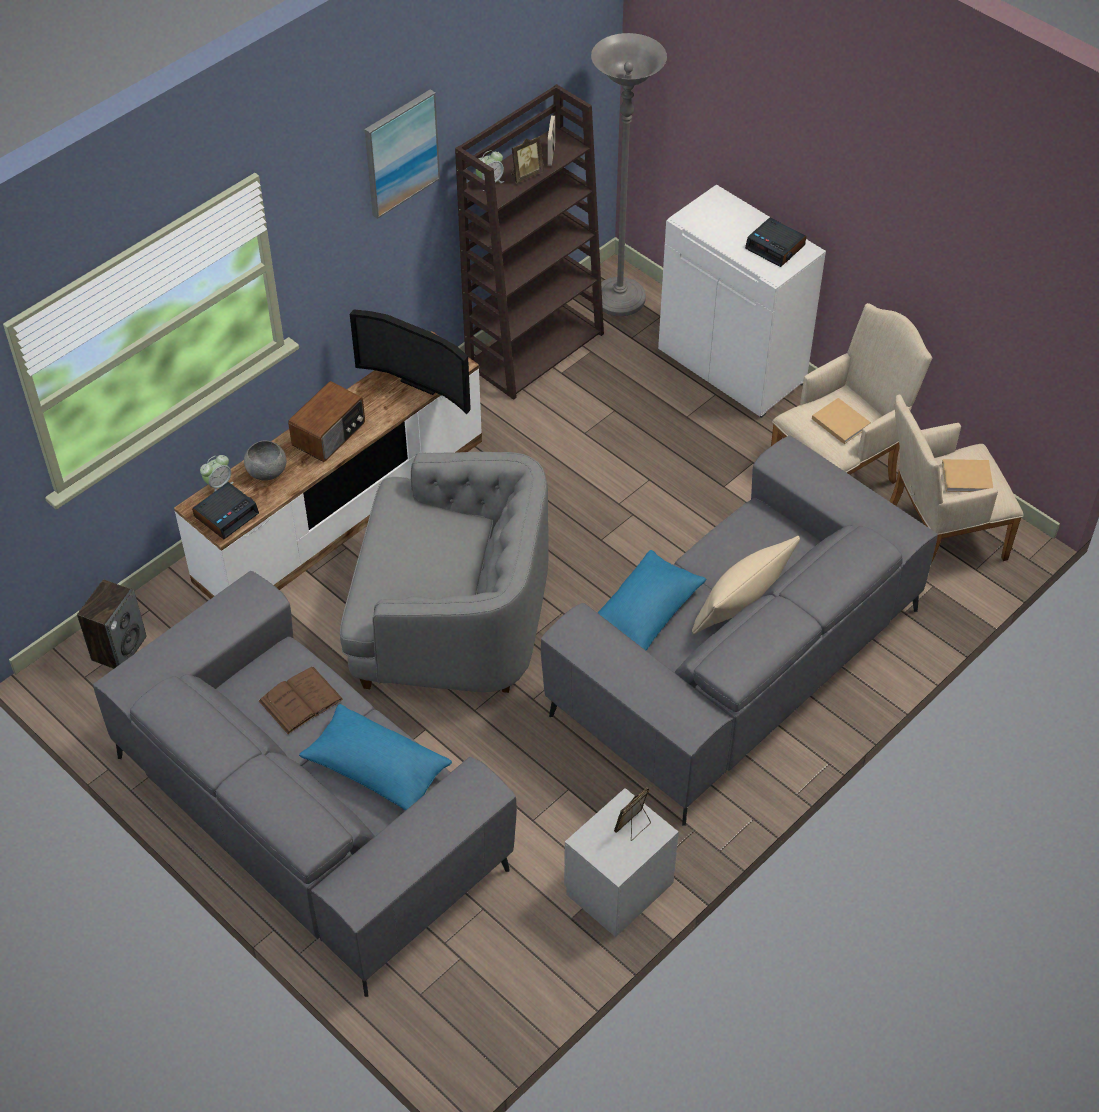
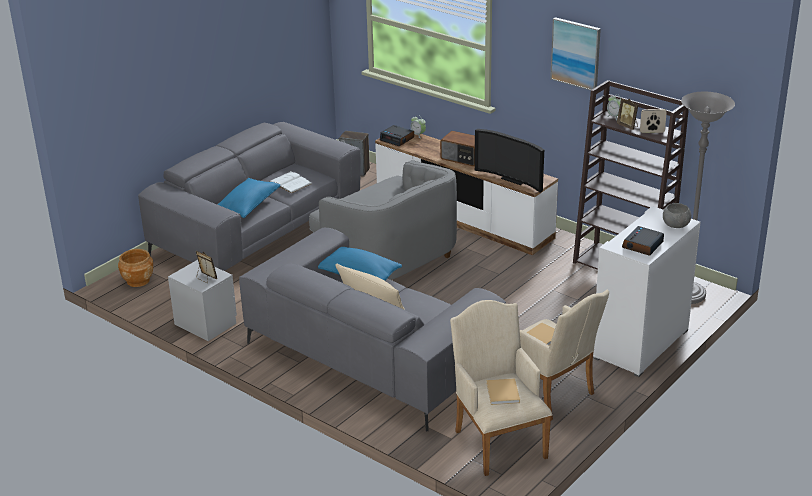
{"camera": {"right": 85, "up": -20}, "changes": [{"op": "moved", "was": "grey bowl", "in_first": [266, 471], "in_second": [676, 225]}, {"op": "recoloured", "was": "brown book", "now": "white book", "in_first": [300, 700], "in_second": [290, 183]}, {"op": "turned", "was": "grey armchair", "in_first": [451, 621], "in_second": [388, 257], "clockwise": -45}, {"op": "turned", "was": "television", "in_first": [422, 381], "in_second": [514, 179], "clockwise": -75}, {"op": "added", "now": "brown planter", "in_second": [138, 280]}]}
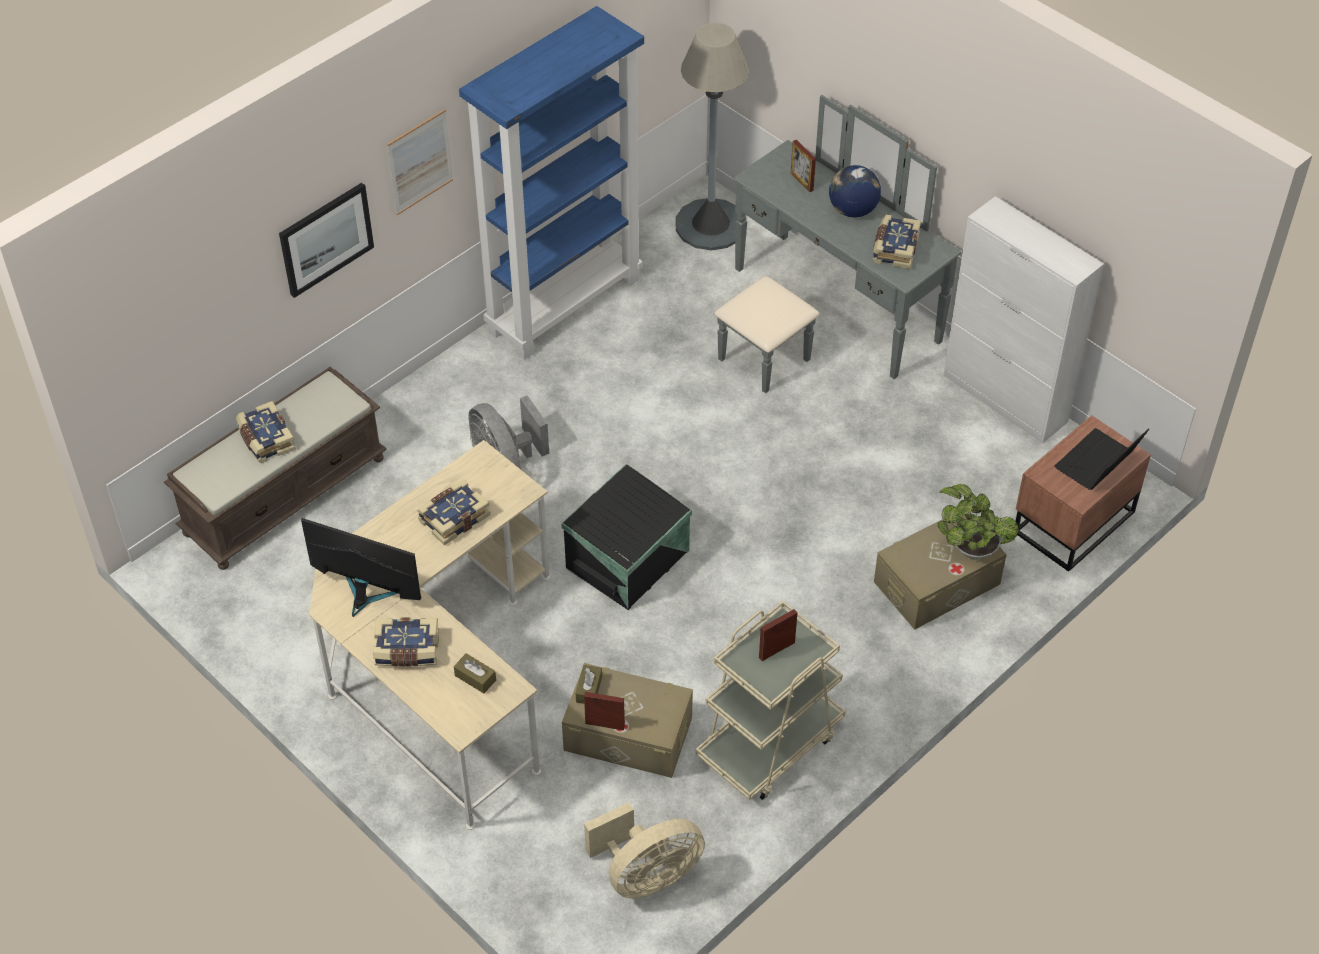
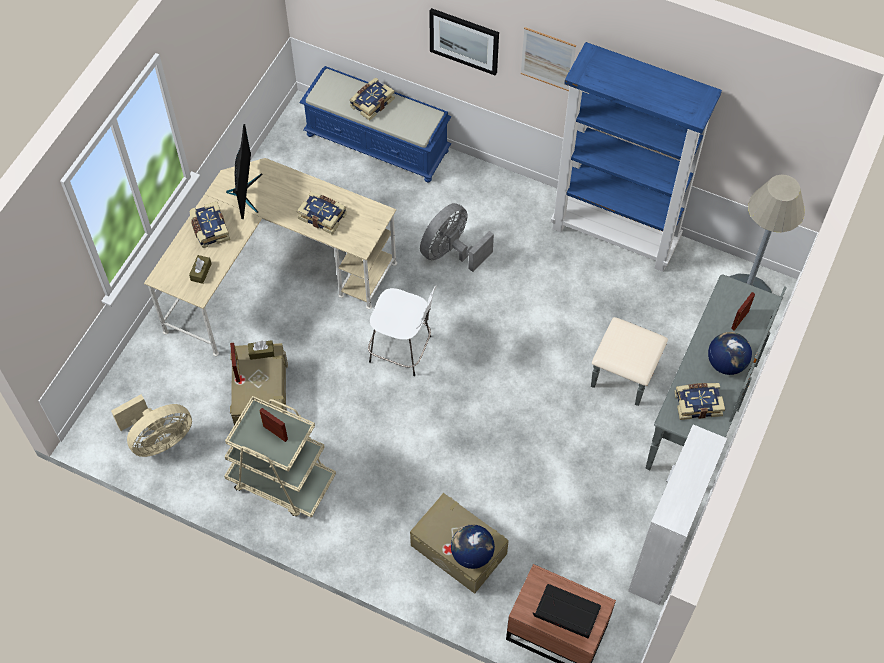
{"camera": {"right": 70, "up": 10}, "changes": [{"op": "recoloured", "was": "brown bench", "now": "blue bench", "in_first": [285, 494], "in_second": [378, 142]}, {"op": "replaced", "was": "black storage box", "now": "white stool", "in_first": [630, 559], "in_second": [402, 350]}, {"op": "turned", "was": "beige fan", "in_first": [646, 875], "in_second": [159, 439], "clockwise": -75}, {"op": "replaced", "was": "potted plant", "now": "globe", "in_first": [971, 547], "in_second": [471, 554]}]}
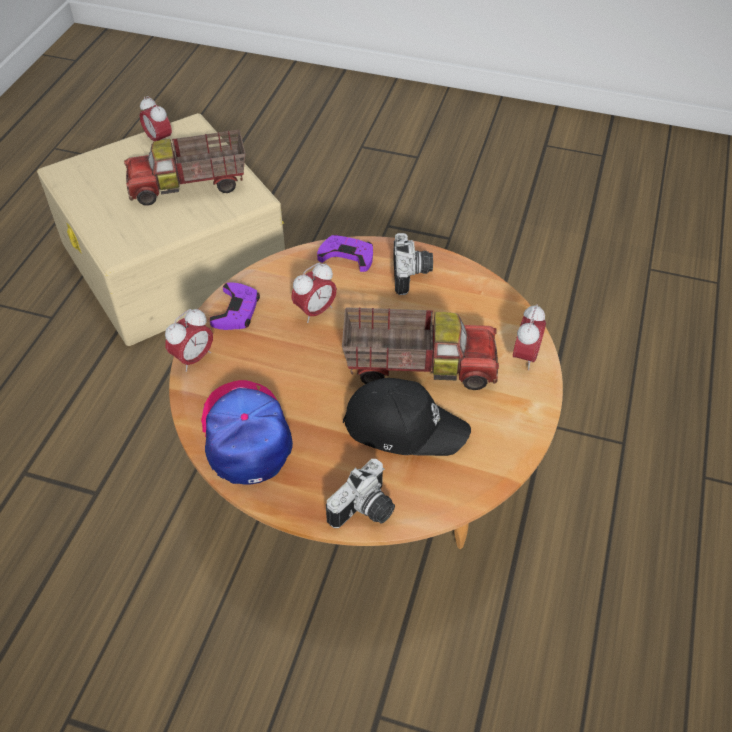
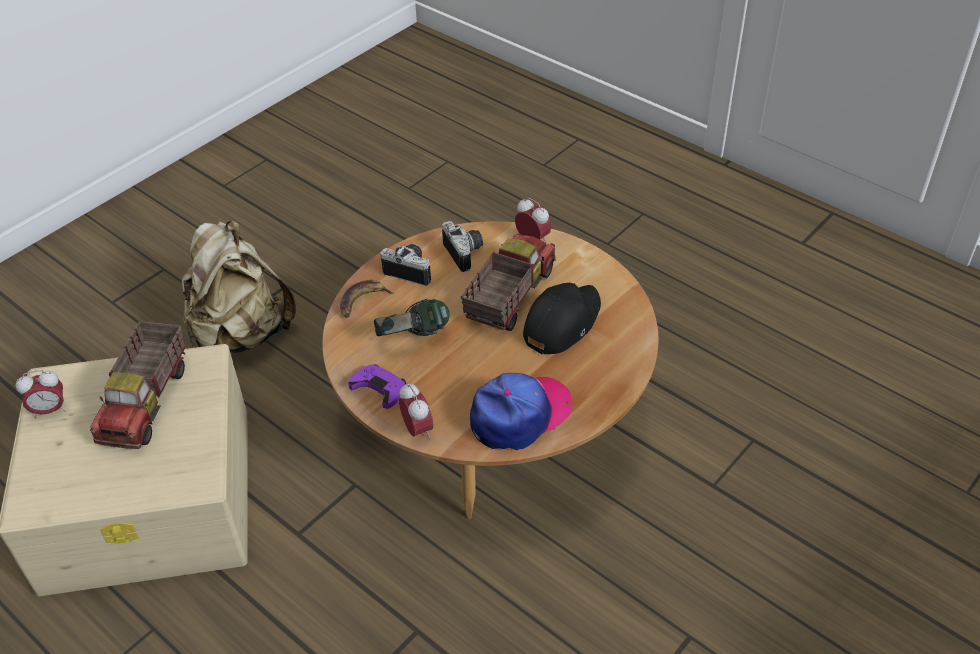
{"camera": {"right": -65, "up": -5}, "changes": [{"op": "turned", "was": "cap", "in_first": [246, 434], "in_second": [520, 415], "clockwise": 135}, {"op": "replaced", "was": "alarm clock", "now": "headphones", "in_first": [315, 311], "in_second": [413, 339]}, {"op": "replaced", "was": "purple game controller", "now": "banana", "in_first": [347, 256], "in_second": [362, 301]}, {"op": "moved", "was": "photo camera", "in_first": [366, 511], "in_second": [466, 253]}, {"op": "added", "now": "beige backpack", "in_second": [241, 333]}]}
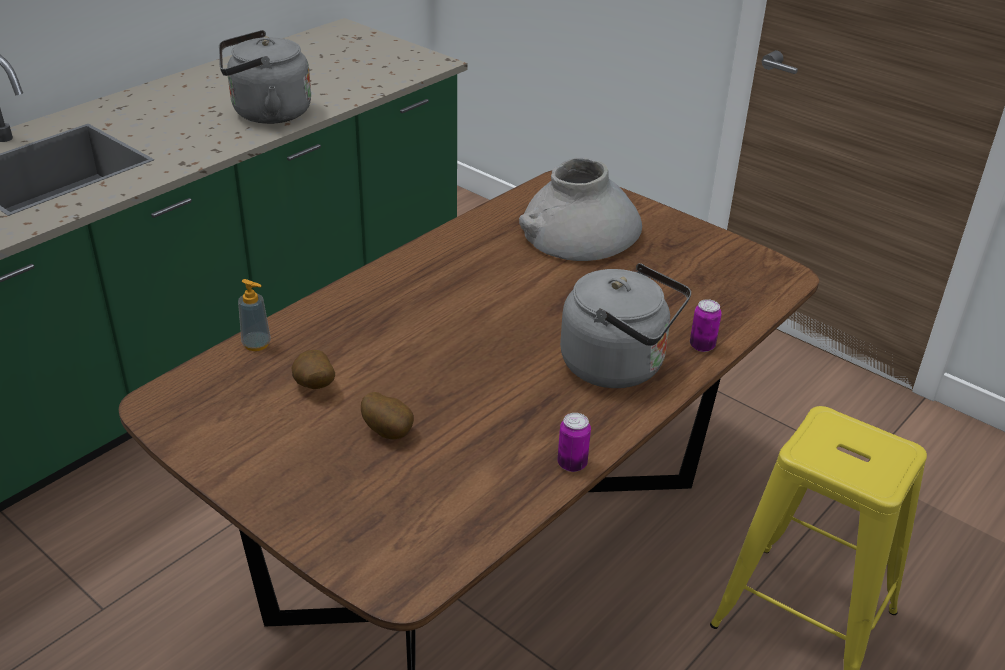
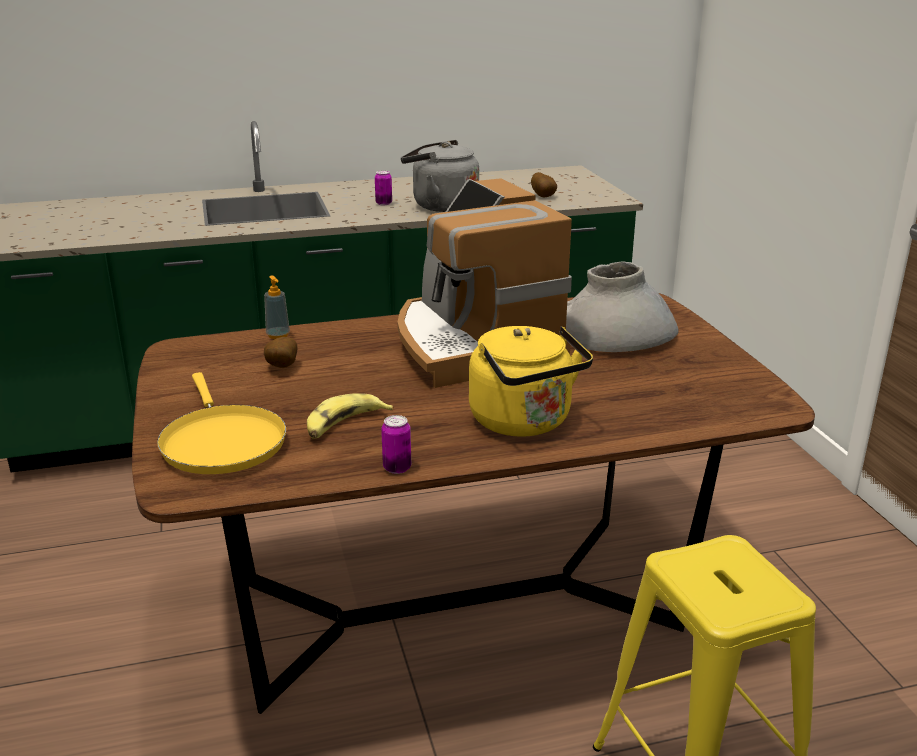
{"camera": {"right": 35, "up": -10}, "changes": [{"op": "moved", "was": "potato", "in_first": [389, 431], "in_second": [544, 196]}, {"op": "recoloured", "was": "grey kettle", "now": "yellow kettle", "in_first": [619, 366], "in_second": [525, 422]}, {"op": "moved", "was": "can", "in_first": [702, 346], "in_second": [384, 203]}, {"op": "added", "now": "yellow frying pan", "in_second": [221, 442]}, {"op": "added", "now": "banana", "in_second": [344, 425]}, {"op": "added", "now": "coffee machine", "in_second": [473, 344]}]}
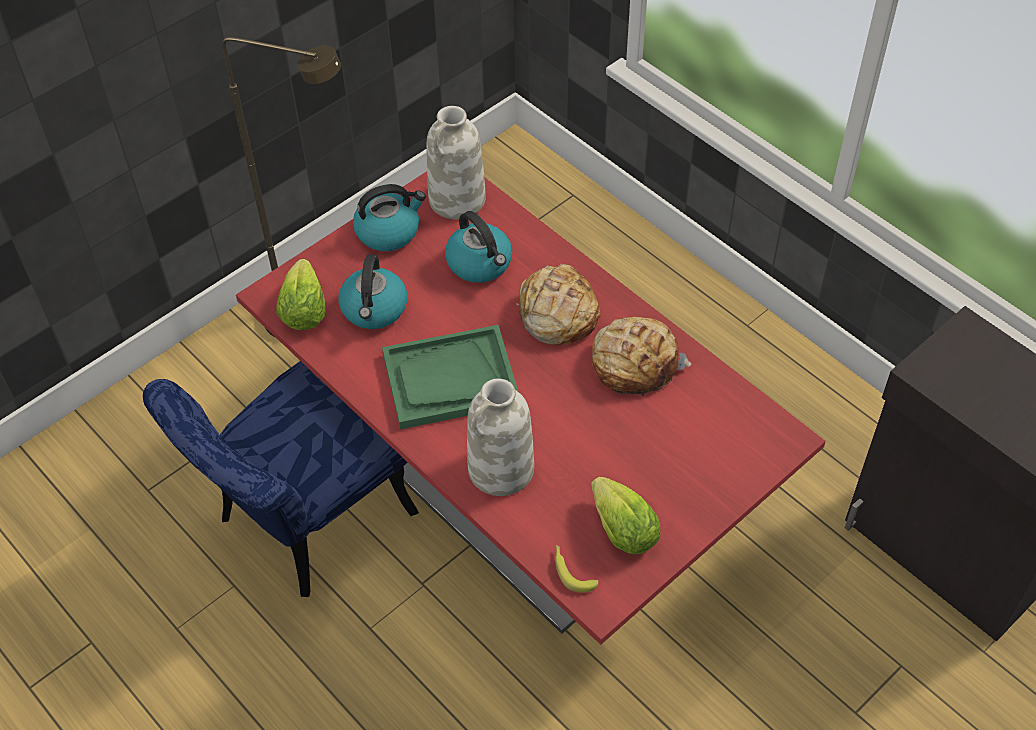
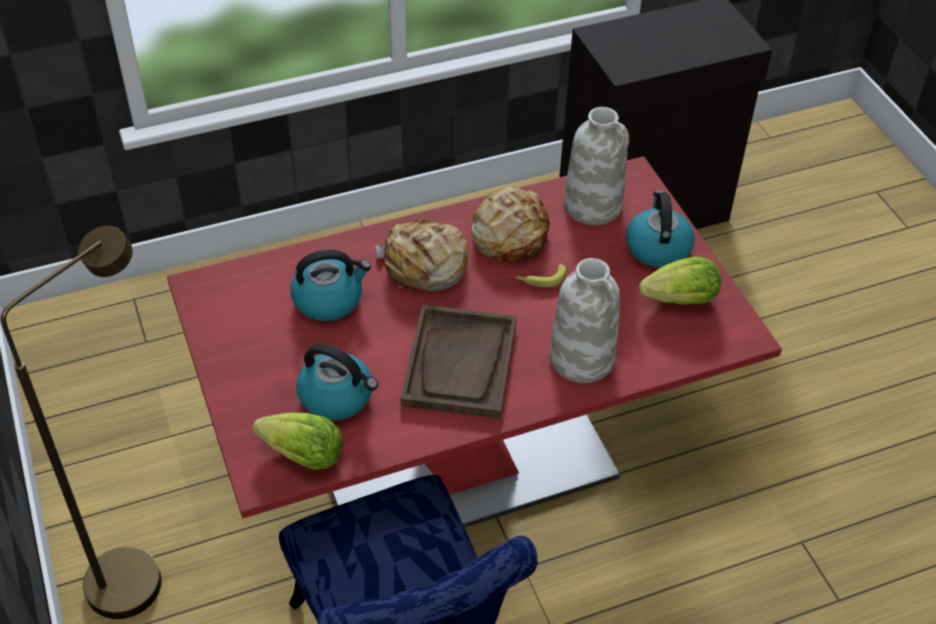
{"camera": {"right": -70, "up": -5}, "changes": [{"op": "moved", "was": "kettle", "in_first": [388, 231], "in_second": [657, 247]}, {"op": "recoloured", "was": "green tray", "now": "brown tray", "in_first": [450, 379], "in_second": [460, 364]}, {"op": "moved", "was": "white vase", "in_first": [457, 200], "in_second": [594, 206]}, {"op": "moved", "was": "banana", "in_first": [571, 571], "in_second": [540, 279]}]}
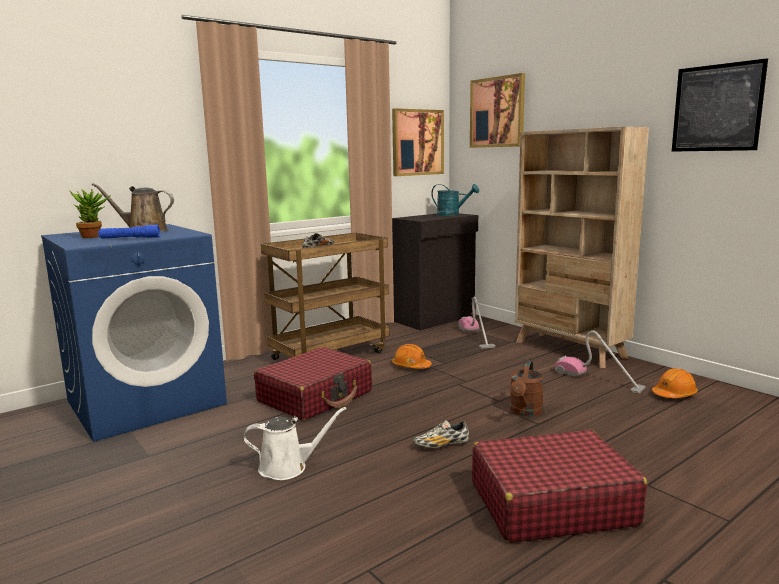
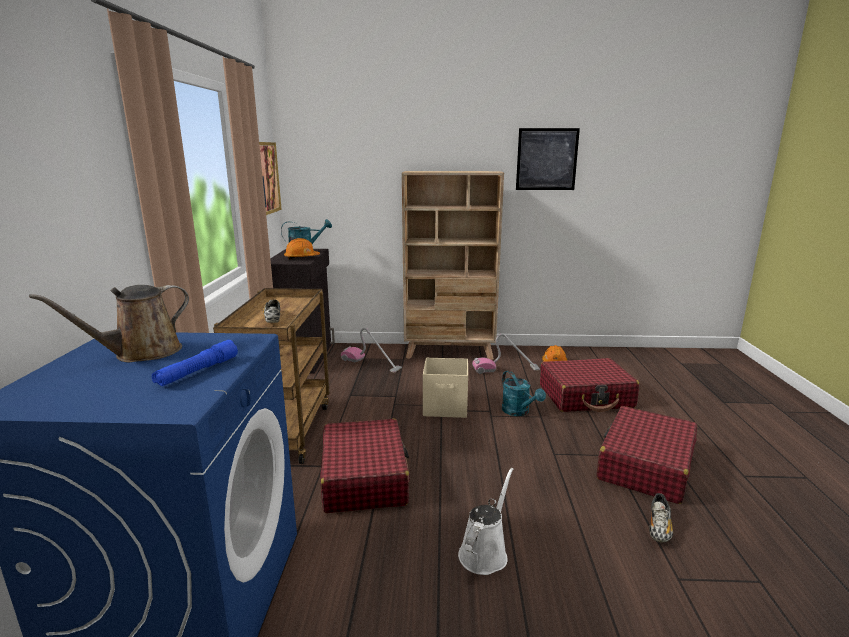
{"camera": {"right": -50, "up": 5}, "changes": [{"op": "removed", "was": "potted plant", "in_first": [95, 236]}, {"op": "moved", "was": "orange hard hat", "in_first": [411, 366], "in_second": [301, 258]}, {"op": "moved", "was": "shoe", "in_first": [441, 445], "in_second": [659, 528]}, {"op": "removed", "was": "picture", "in_first": [497, 112]}, {"op": "recoloured", "was": "brown watering can", "now": "turquoise watering can", "in_first": [525, 412], "in_second": [519, 412]}, {"op": "added", "now": "beige storage box", "in_second": [446, 407]}, {"op": "added", "now": "red suitcase", "in_second": [586, 397]}]}
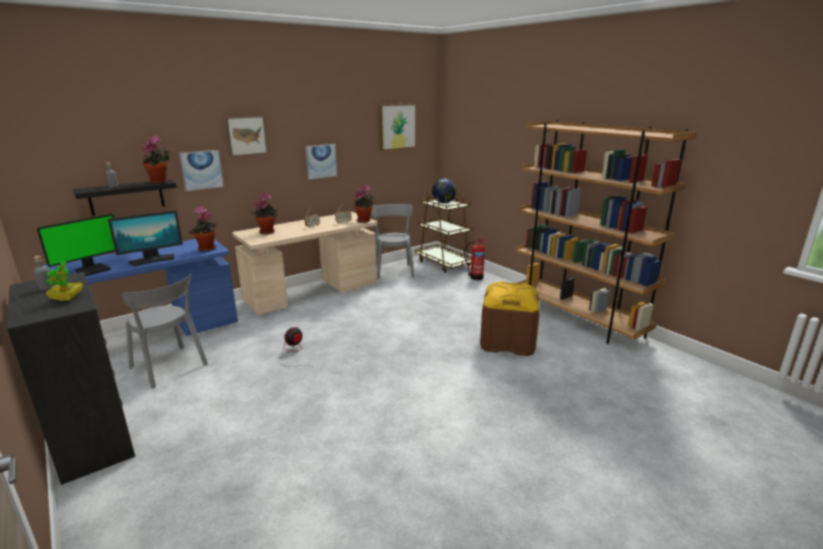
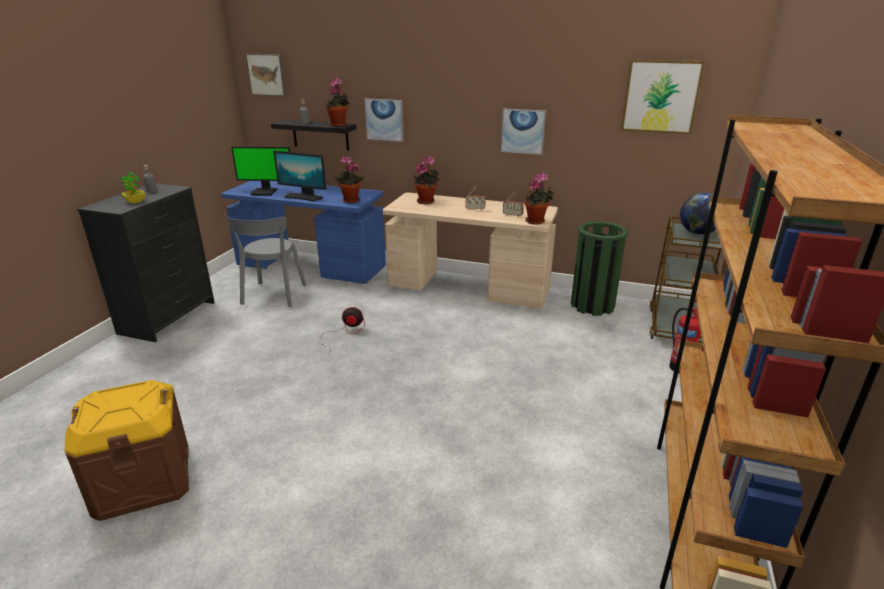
{"camera": {"right": 55, "up": 5}, "changes": [{"op": "moved", "was": "picture", "in_first": [246, 135], "in_second": [267, 74]}, {"op": "replaced", "was": "grey chair", "now": "green trash can", "in_first": [393, 271], "in_second": [592, 305]}, {"op": "moved", "was": "brown storage box", "in_first": [507, 341], "in_second": [143, 480]}]}
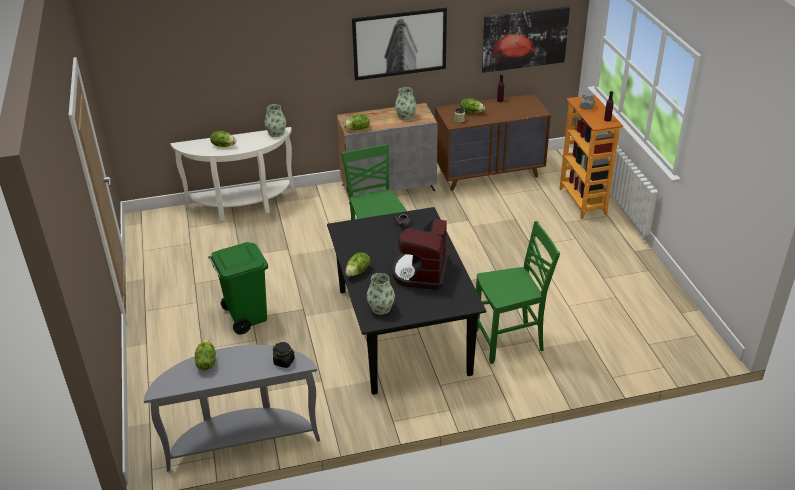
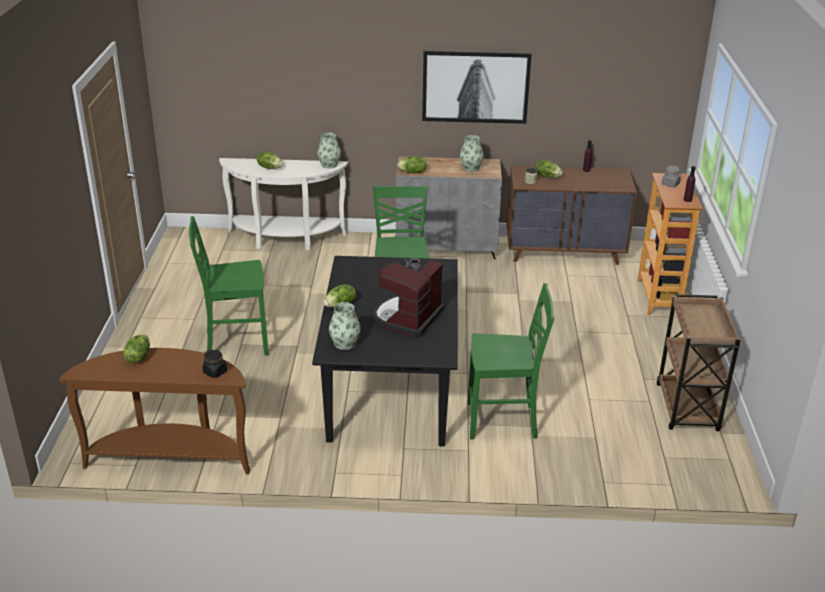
{"camera": {"right": 15, "up": -5}, "changes": [{"op": "recoloured", "was": "grey console table", "now": "brown console table", "in_first": [242, 440], "in_second": [171, 456]}, {"op": "replaced", "was": "green trash can", "now": "green chair", "in_first": [246, 317], "in_second": [235, 342]}, {"op": "removed", "was": "picture", "in_first": [524, 39]}, {"op": "added", "now": "brown cart", "in_second": [687, 409]}]}
